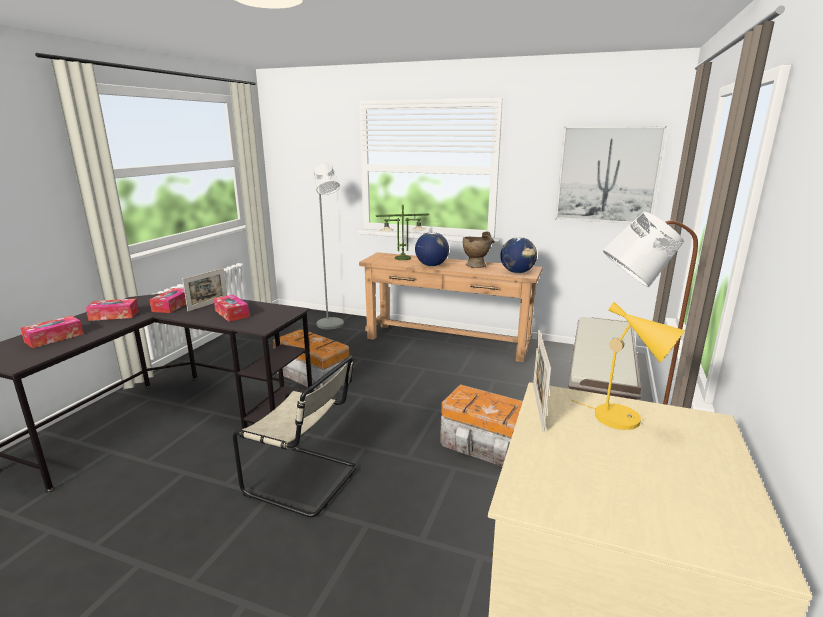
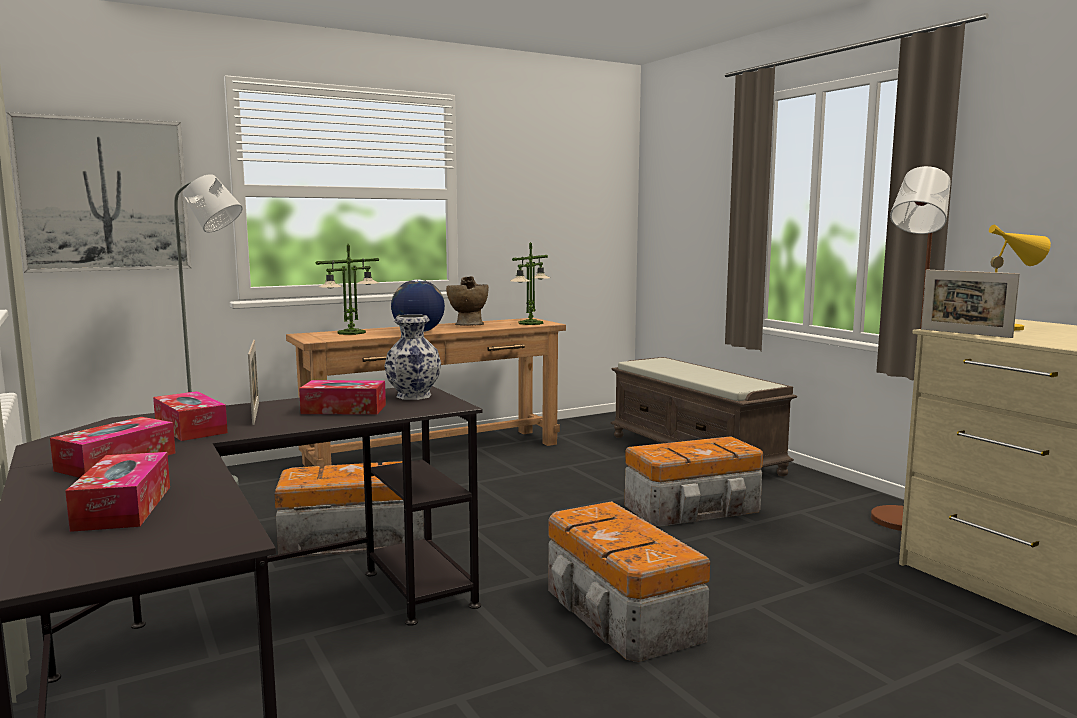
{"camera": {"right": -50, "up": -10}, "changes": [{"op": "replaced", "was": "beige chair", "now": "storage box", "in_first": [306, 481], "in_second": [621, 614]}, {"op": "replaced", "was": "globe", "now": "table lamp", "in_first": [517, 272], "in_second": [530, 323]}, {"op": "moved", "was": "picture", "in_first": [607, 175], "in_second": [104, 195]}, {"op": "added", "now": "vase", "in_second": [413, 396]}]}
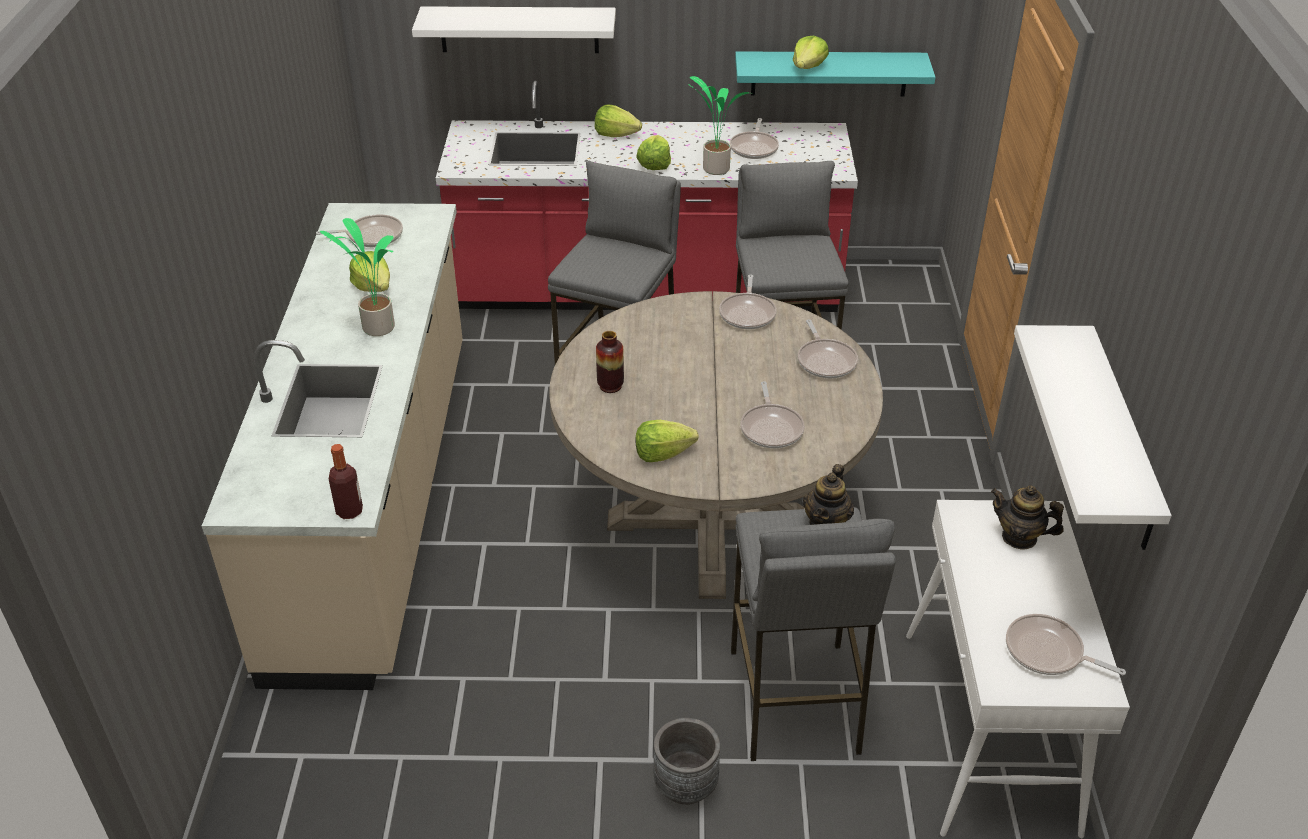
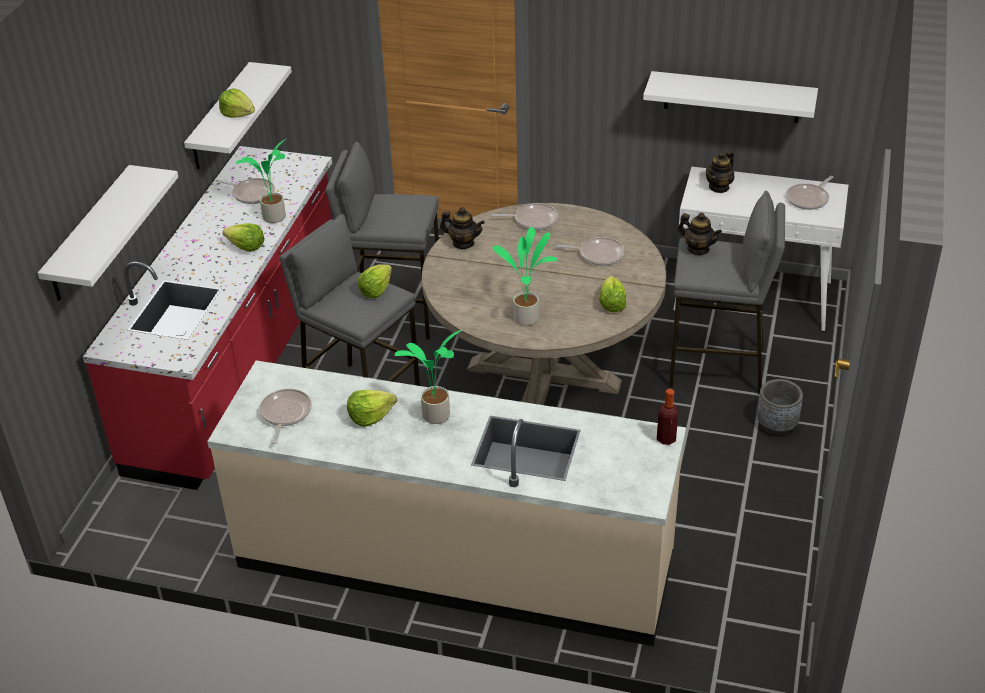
{"camera": {"right": -75, "up": 0}, "changes": [{"op": "moved", "was": "lettuce", "in_first": [616, 134], "in_second": [376, 290]}, {"op": "replaced", "was": "vase", "now": "potted plant", "in_first": [610, 386], "in_second": [528, 318]}, {"op": "replaced", "was": "frying pan", "now": "teapot", "in_first": [748, 313], "in_second": [463, 243]}, {"op": "recoloured", "was": "turquoise shelf", "now": "white shelf", "in_first": [829, 73], "in_second": [220, 117]}]}
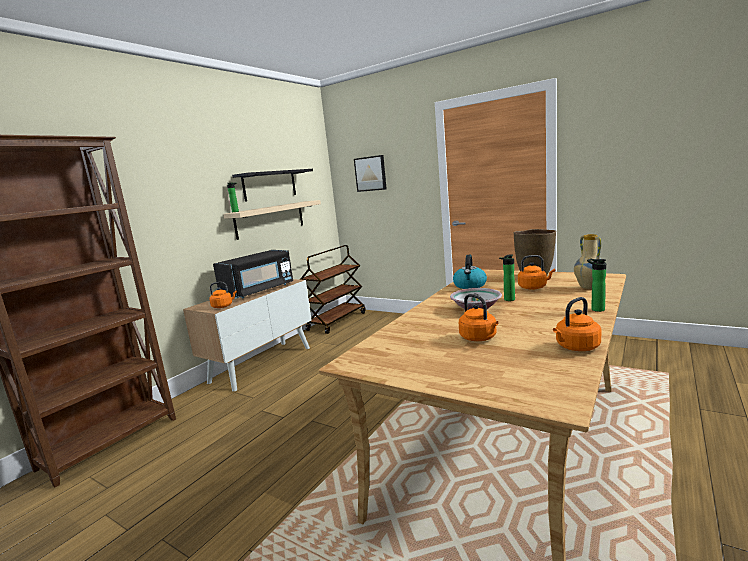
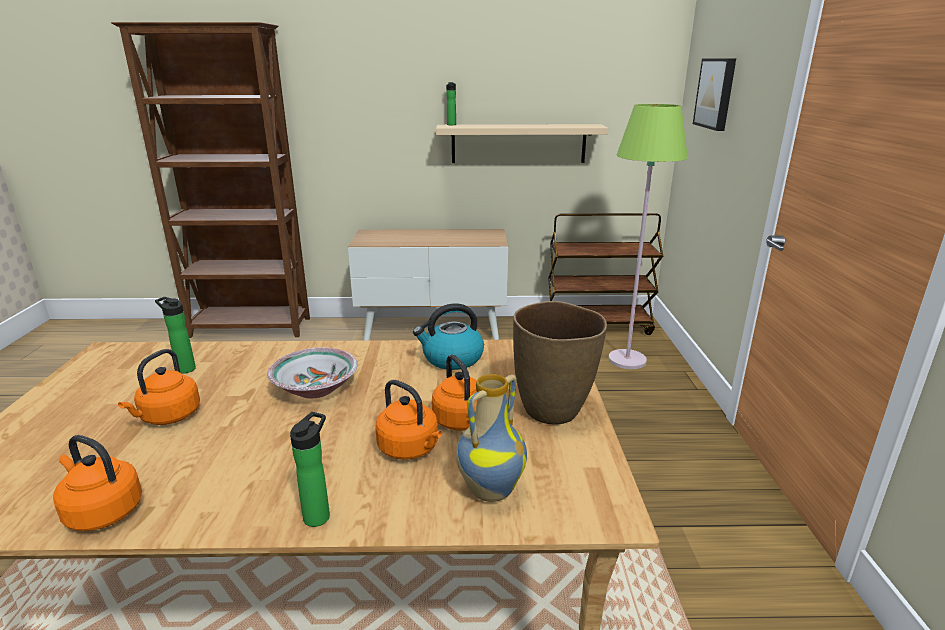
{"camera": {"right": 55, "up": 10}, "changes": [{"op": "moved", "was": "orange kettle", "in_first": [223, 306], "in_second": [410, 449]}, {"op": "removed", "was": "black microwave", "in_first": [259, 290]}, {"op": "removed", "was": "black shelf", "in_first": [269, 185]}, {"op": "moved", "was": "bottle", "in_first": [508, 300], "in_second": [184, 368]}, {"op": "added", "now": "green floor lamp", "in_second": [627, 360]}]}
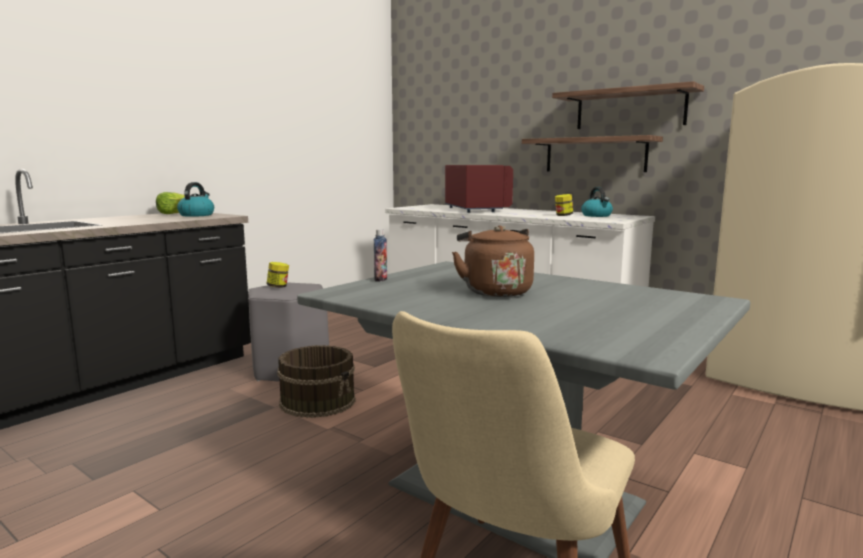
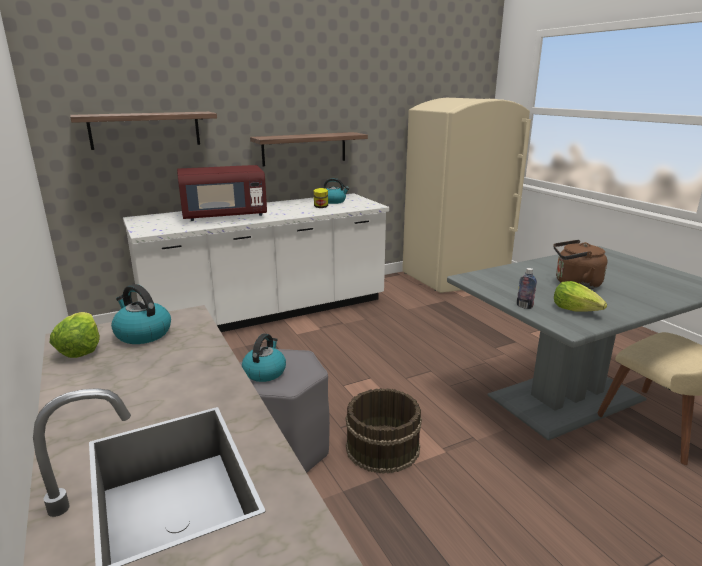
{"camera": {"right": -65, "up": 10}, "changes": [{"op": "replaced", "was": "jar", "now": "kettle", "in_first": [278, 287], "in_second": [264, 372]}, {"op": "turned", "was": "red microwave", "in_first": [475, 209], "in_second": [224, 216], "clockwise": 150}, {"op": "moved", "was": "shelf", "in_first": [630, 109], "in_second": [145, 130]}, {"op": "added", "now": "lettuce", "in_second": [576, 310]}]}
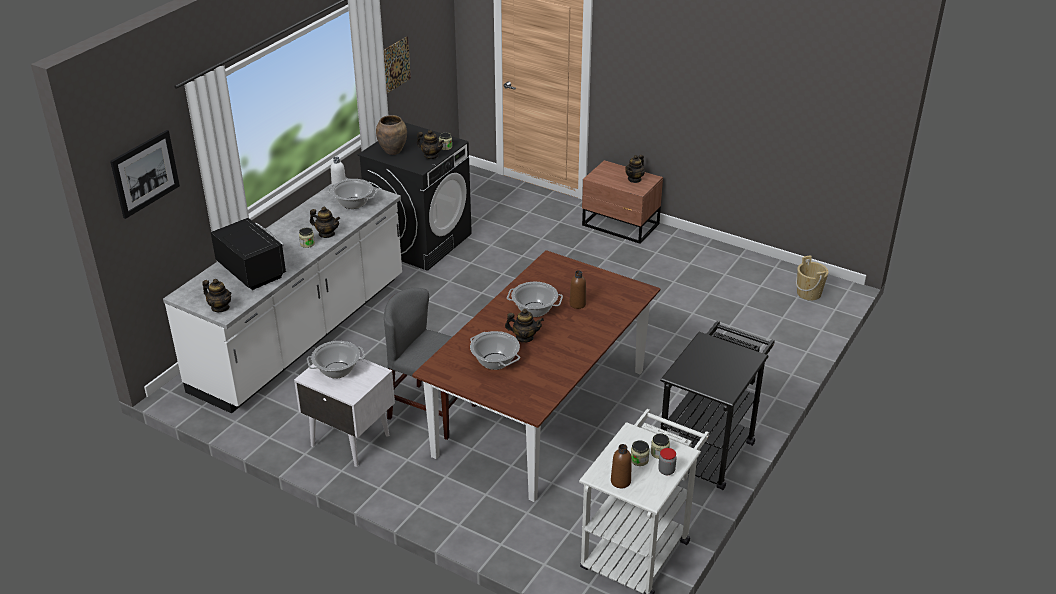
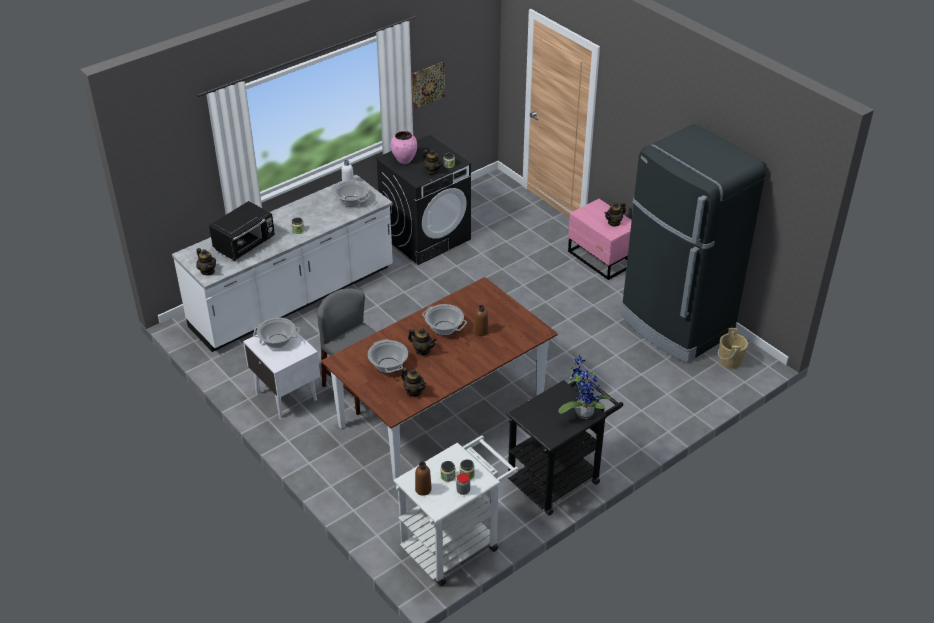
{"camera": {"right": 20, "up": 5}, "changes": [{"op": "removed", "was": "picture", "in_first": [145, 173]}, {"op": "turned", "was": "black microwave", "in_first": [251, 270], "in_second": [245, 245], "clockwise": 60}, {"op": "moved", "was": "teapot", "in_first": [326, 234], "in_second": [414, 391]}, {"op": "recoloured", "was": "brown vase", "now": "pink vase", "in_first": [393, 151], "in_second": [405, 160]}, {"op": "recoloured", "was": "brown nightstand", "now": "pink nightstand", "in_first": [621, 225], "in_second": [601, 259]}, {"op": "added", "now": "potted plant", "in_second": [582, 411]}, {"op": "added", "now": "black fridge", "in_second": [675, 326]}]}
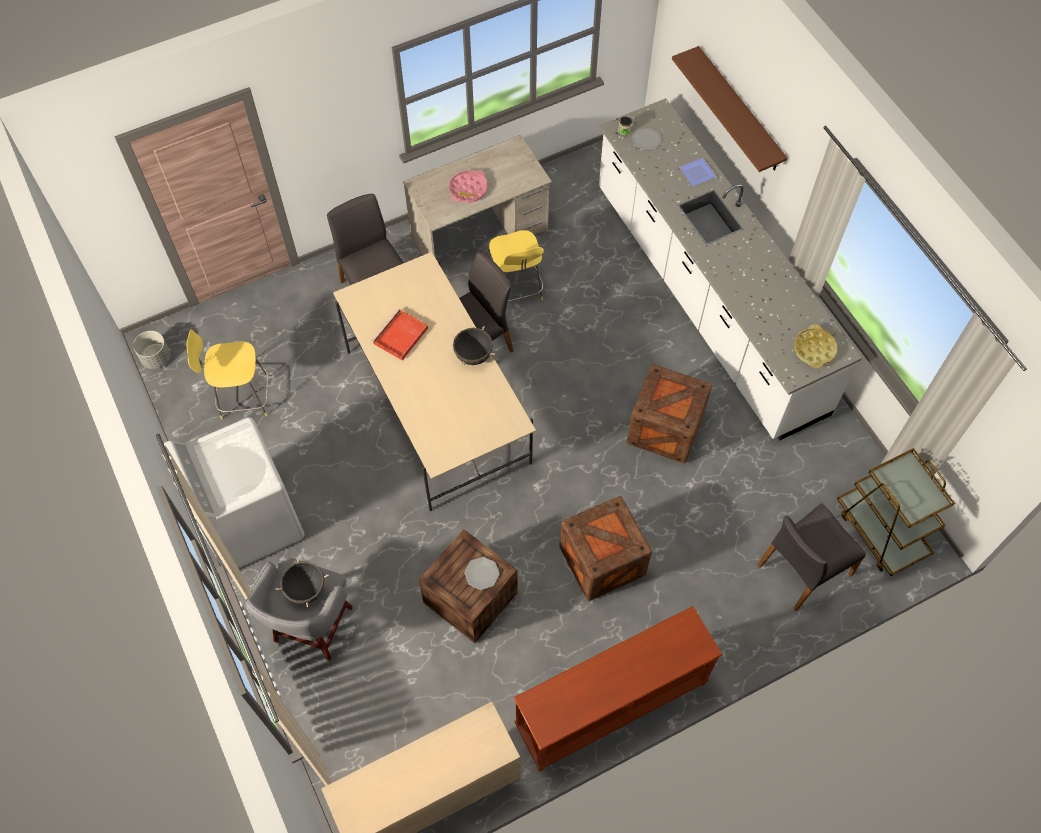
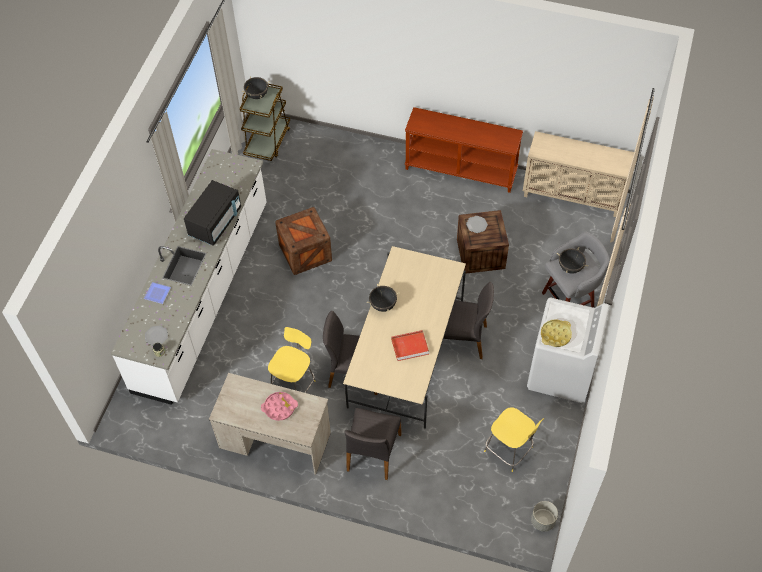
{"camera": {"right": -135, "up": -5}, "changes": [{"op": "removed", "was": "crate", "in_first": [602, 560]}, {"op": "removed", "was": "brown shelf", "in_first": [739, 110]}, {"op": "moved", "was": "grey chair", "in_first": [803, 569], "in_second": [461, 339]}, {"op": "moved", "was": "yellow tray", "in_first": [814, 349], "in_second": [555, 335]}, {"op": "added", "now": "black microwave", "in_second": [215, 222]}, {"op": "added", "now": "black cooking pot", "in_second": [257, 95]}]}
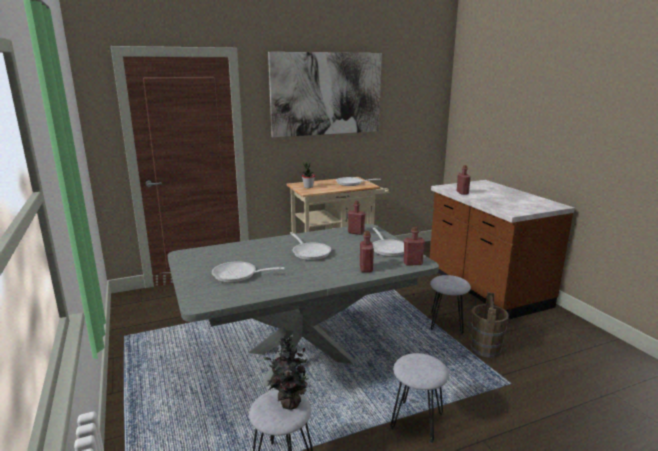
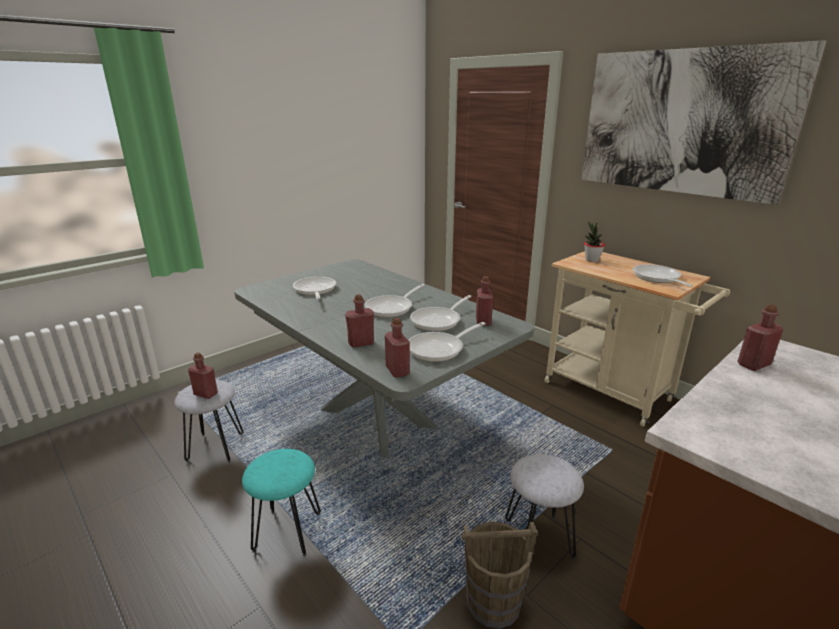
{"camera": {"right": 70, "up": 5}, "changes": [{"op": "replaced", "was": "potted plant", "now": "red bottle", "in_first": [288, 403], "in_second": [206, 394]}, {"op": "recoloured", "was": "grey stool", "now": "turquoise stool", "in_first": [416, 421], "in_second": [287, 532]}, {"op": "added", "now": "frying pan", "in_second": [439, 321]}]}
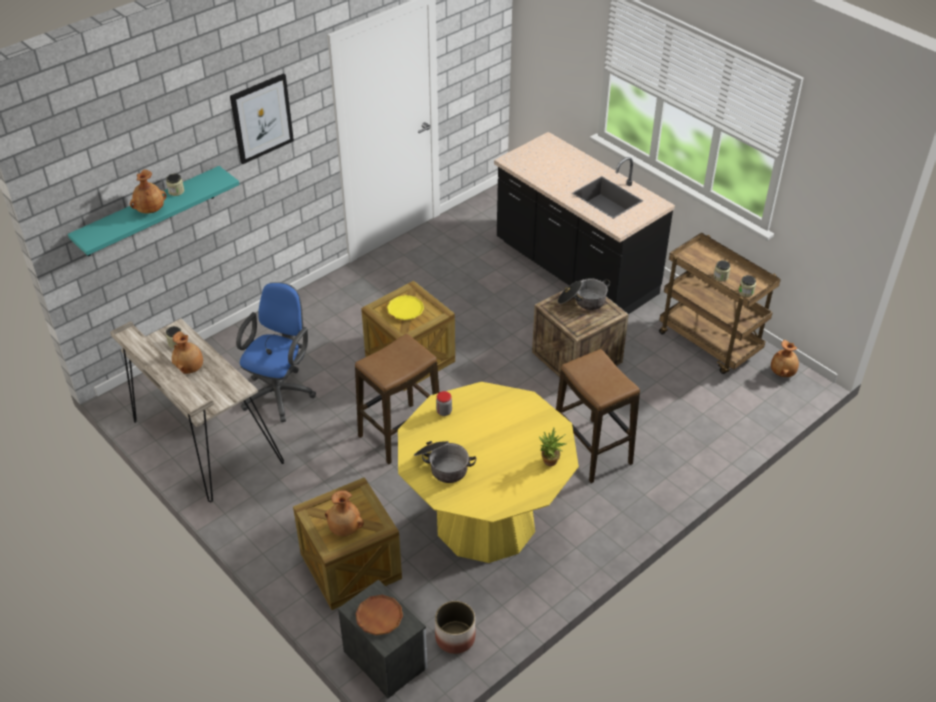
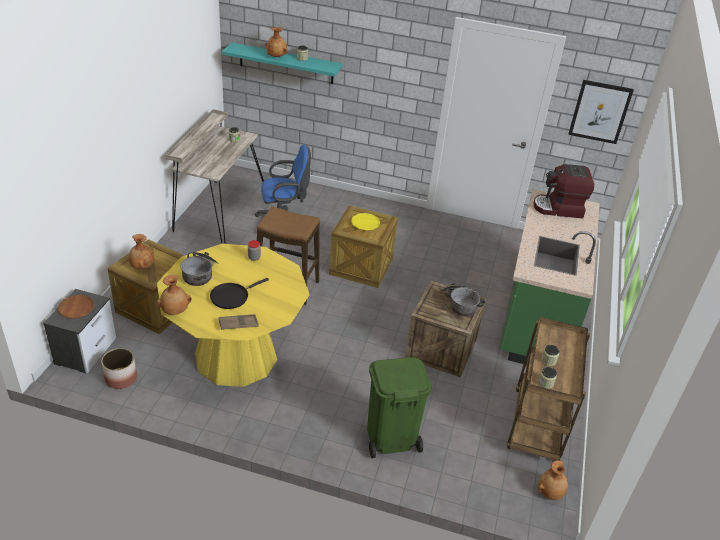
{"camera": {"right": 55, "up": -5}, "changes": [{"op": "moved", "was": "brown vase", "in_first": [190, 368], "in_second": [175, 311]}, {"op": "moved", "was": "picture", "in_first": [261, 118], "in_second": [600, 111]}, {"op": "recoloured", "was": "black counter", "now": "green counter", "in_first": [574, 270], "in_second": [536, 315]}, {"op": "replaced", "was": "potted plant", "now": "brown tray", "in_first": [549, 463], "in_second": [238, 324]}, {"op": "removed", "was": "stool", "in_first": [592, 451]}, {"op": "added", "now": "black frying pan", "in_second": [231, 297]}, {"op": "added", "now": "green trash can", "in_second": [390, 438]}, {"op": "added", "now": "coffee machine", "in_second": [559, 209]}]}
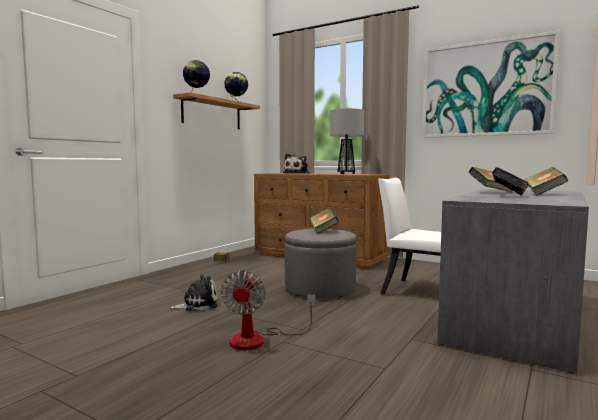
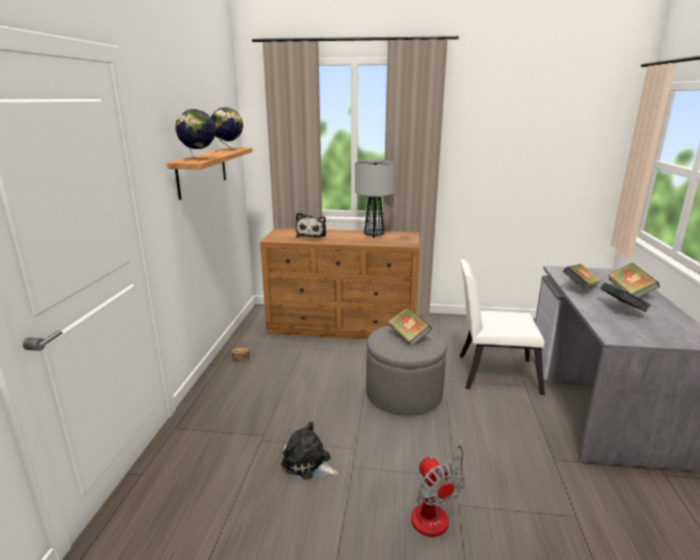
{"camera": {"right": -25, "up": 15}, "changes": [{"op": "turned", "was": "plush toy", "in_first": [197, 304], "in_second": [308, 463], "clockwise": -105}, {"op": "removed", "was": "picture", "in_first": [485, 89]}]}
